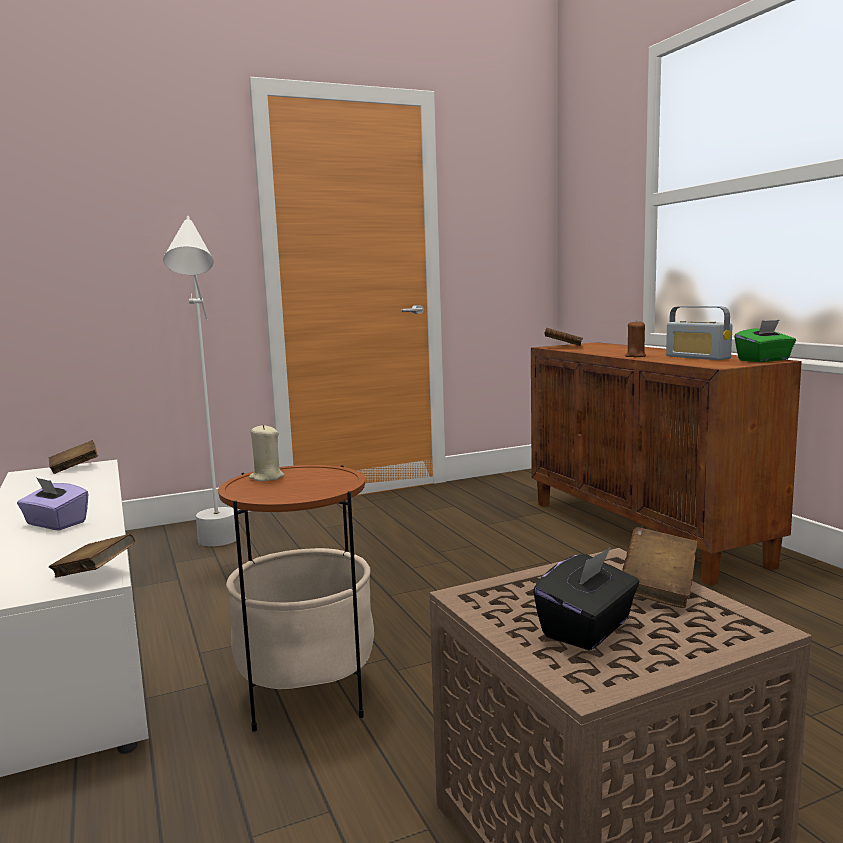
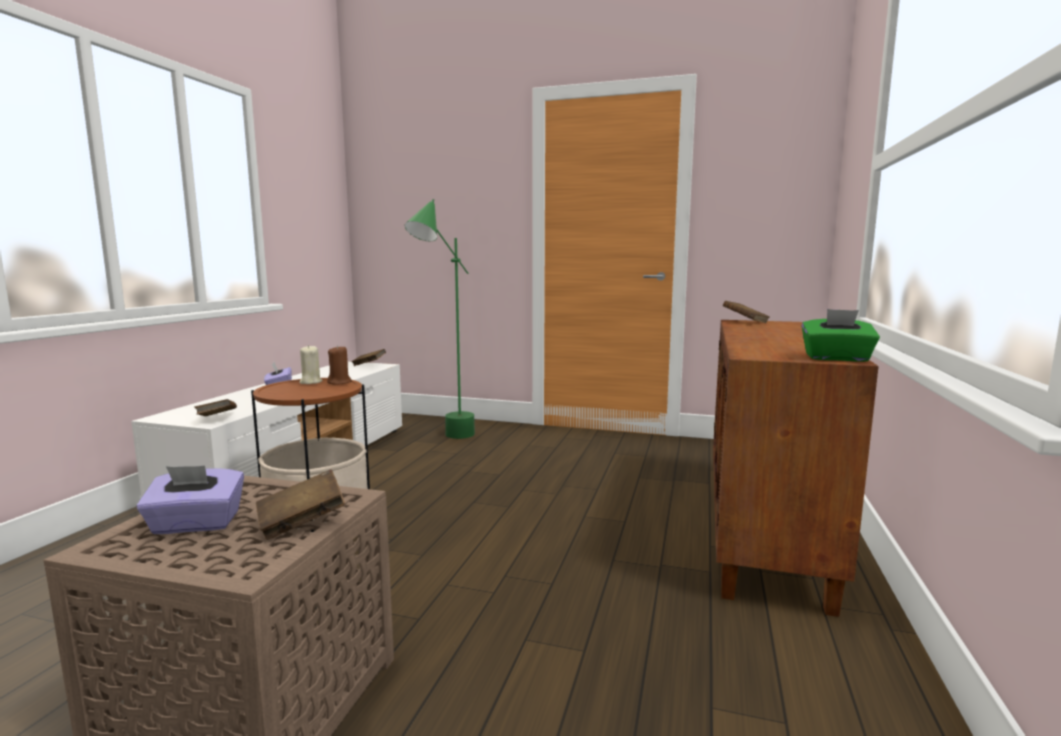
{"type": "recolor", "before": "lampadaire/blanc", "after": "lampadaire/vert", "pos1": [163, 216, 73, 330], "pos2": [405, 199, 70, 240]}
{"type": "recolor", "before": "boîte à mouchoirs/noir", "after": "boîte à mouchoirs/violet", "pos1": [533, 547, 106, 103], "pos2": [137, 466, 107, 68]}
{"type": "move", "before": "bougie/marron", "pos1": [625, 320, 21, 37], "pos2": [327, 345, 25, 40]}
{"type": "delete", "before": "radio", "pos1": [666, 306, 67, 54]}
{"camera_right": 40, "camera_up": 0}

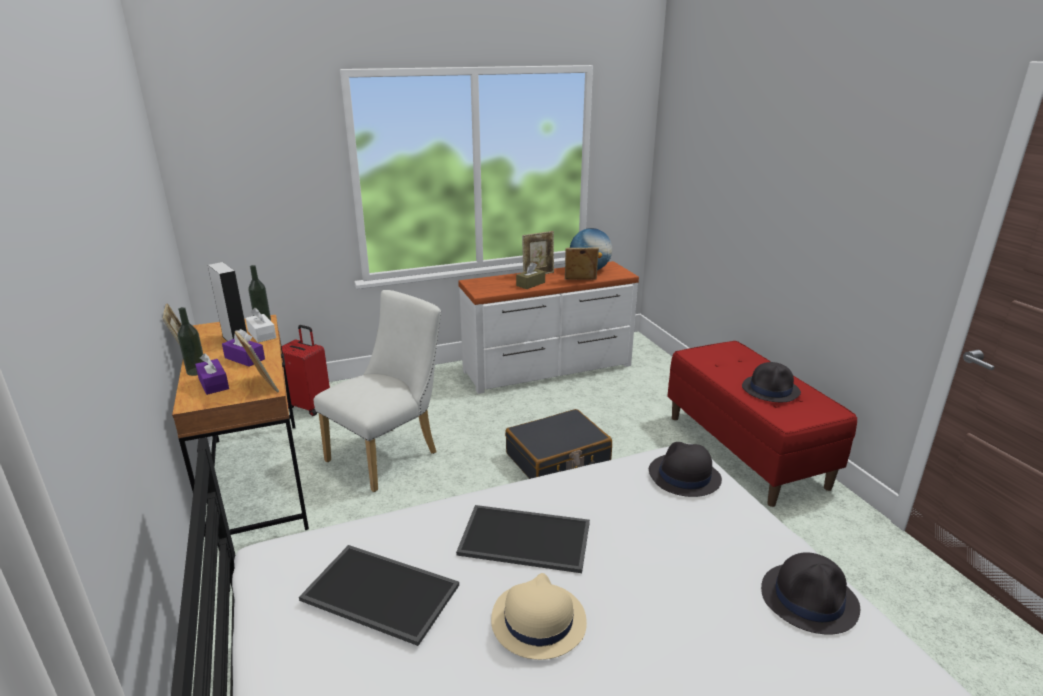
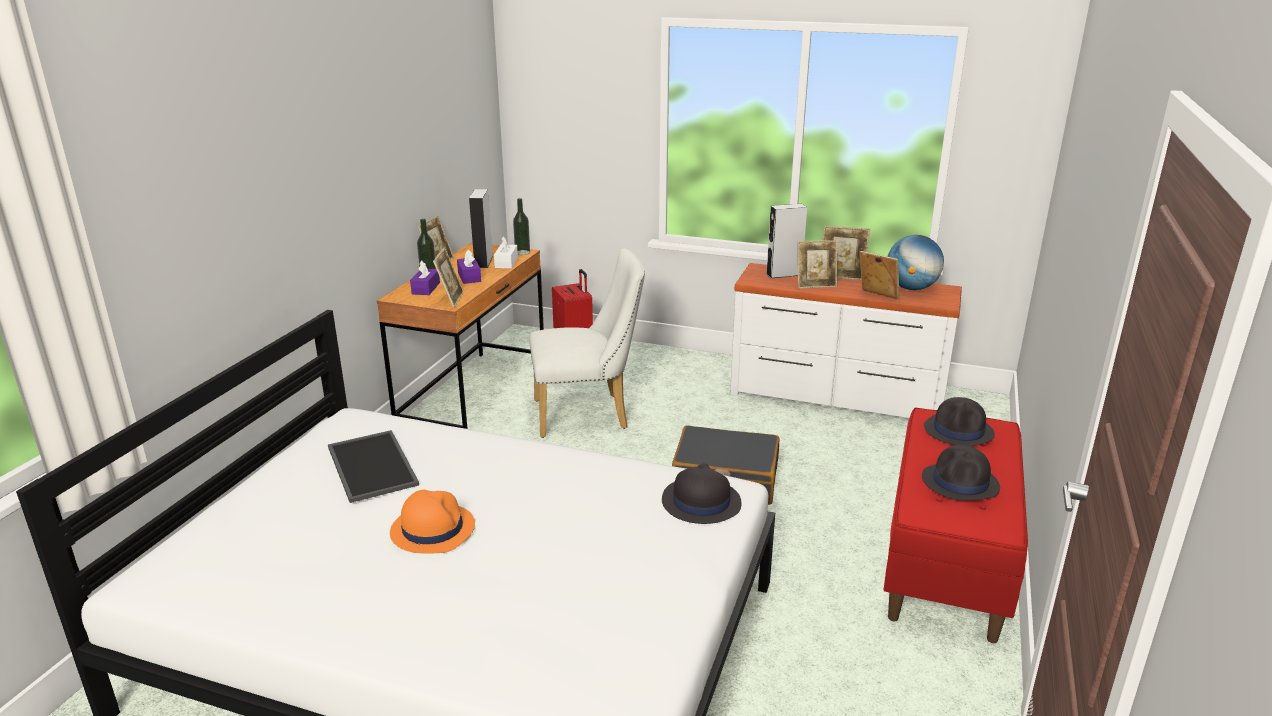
{"type": "delete", "before": "plateau", "pos1": [456, 505, 134, 68]}
{"type": "recolor", "before": "chapeau/beige", "after": "chapeau/orange", "pos1": [491, 573, 96, 87], "pos2": [390, 490, 85, 63]}
{"type": "replace", "before": "boîte à mouchoirs/marron", "after": "cadre photo", "pos1": [516, 262, 29, 27], "pos2": [798, 240, 39, 49]}
{"type": "move", "before": "chapeau/noir", "pos1": [761, 552, 99, 83], "pos2": [924, 397, 71, 50]}
{"type": "insert", "after": "enceinte/gris", "pos2": [766, 204, 41, 74]}
{"camera_right": 40, "camera_up": 0}

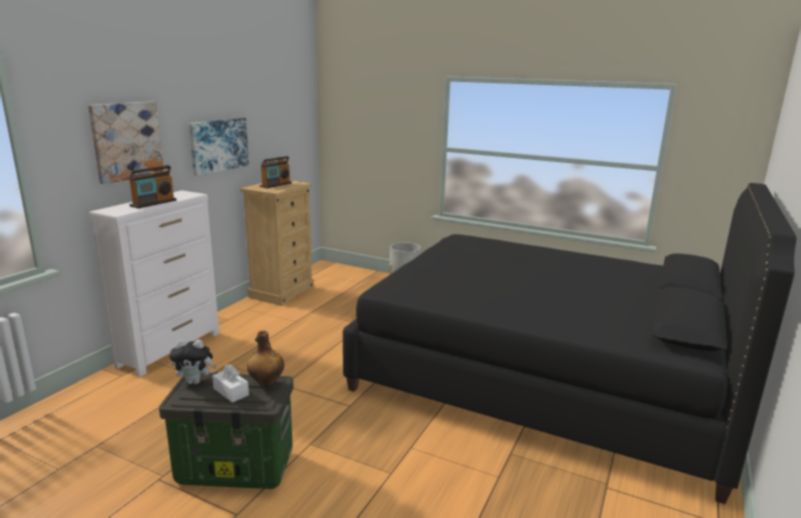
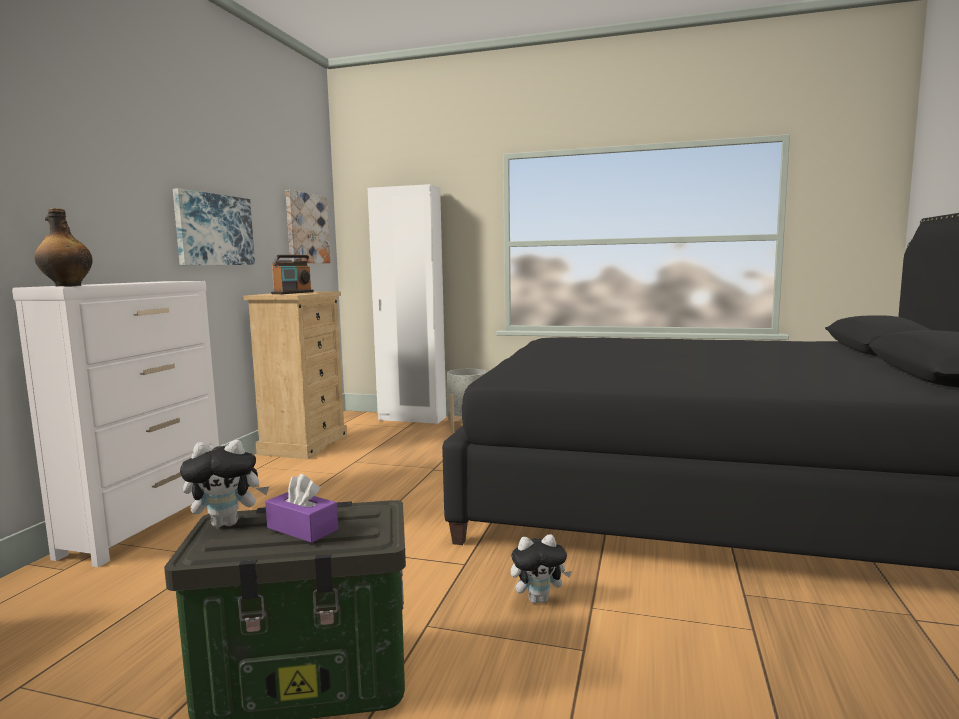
{"type": "move", "before": "tableau", "pos1": [88, 102, 76, 82], "pos2": [286, 190, 44, 73]}
{"type": "delete", "before": "radio", "pos1": [129, 165, 48, 43]}
{"type": "recolor", "before": "boîte à mouchoirs/blanc", "after": "boîte à mouchoirs/violet", "pos1": [212, 364, 37, 39], "pos2": [265, 474, 73, 69]}
{"type": "move", "before": "bouteille", "pos1": [247, 330, 37, 57], "pos2": [35, 208, 57, 78]}
{"type": "insert", "after": "armoire/blanc", "pos2": [368, 184, 78, 240]}
{"type": "insert", "after": "peluche", "pos2": [511, 534, 61, 70]}
{"camera_right": -10, "camera_up": -10}

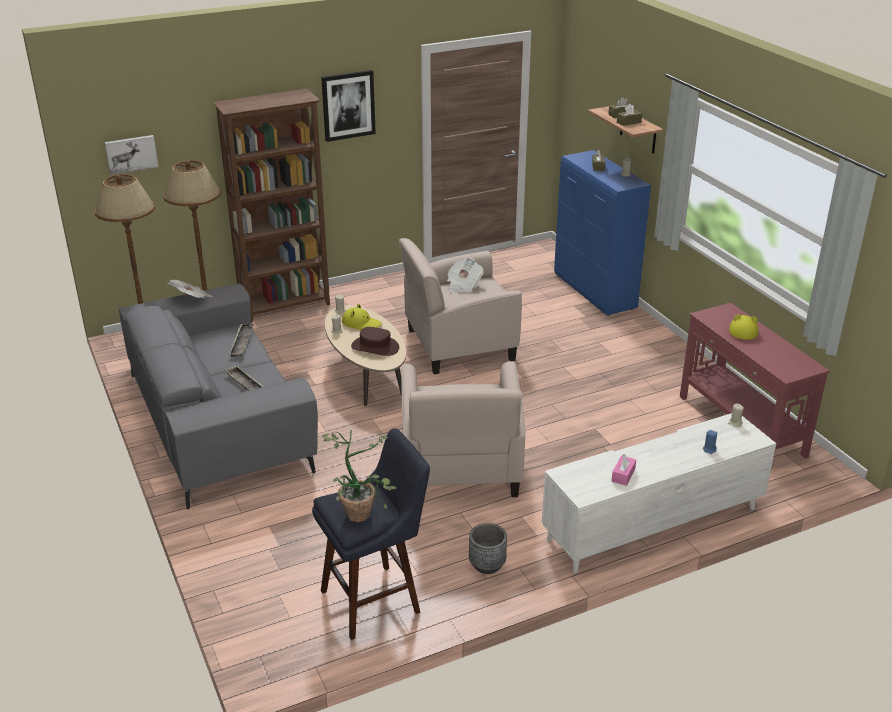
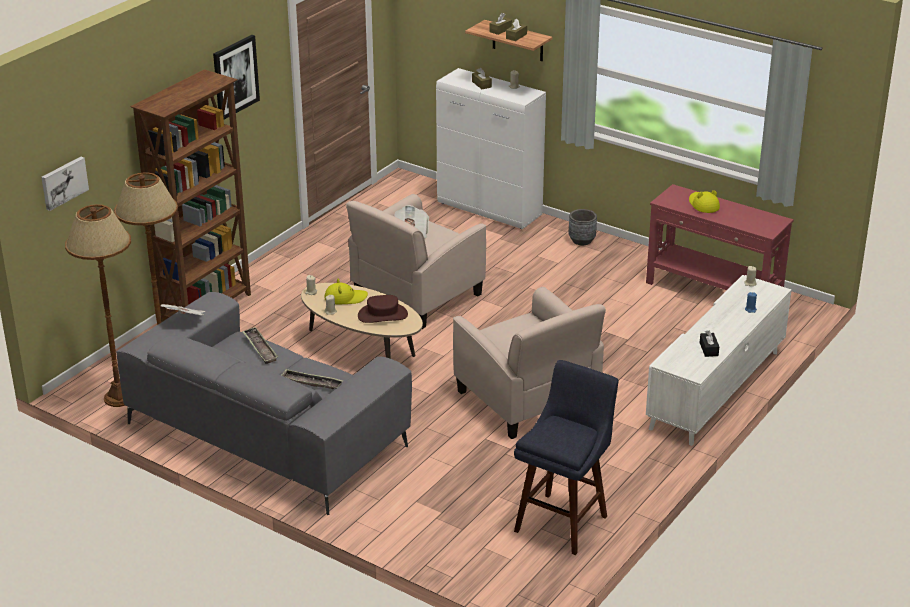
{"type": "delete", "before": "plante en pot", "pos1": [322, 430, 74, 92]}
{"type": "move", "before": "cache-pot/gris", "pos1": [469, 523, 38, 51], "pos2": [569, 209, 28, 36]}
{"type": "recolor", "before": "meuble de rangement/bleu", "after": "meuble de rangement/blanc", "pos1": [554, 150, 97, 166], "pos2": [436, 68, 110, 161]}
{"type": "recolor", "before": "boîte à mouchoirs/rose", "after": "boîte à mouchoirs/noir", "pos1": [611, 454, 25, 32], "pos2": [700, 331, 19, 26]}
{"camera_right": -30, "camera_up": 0}

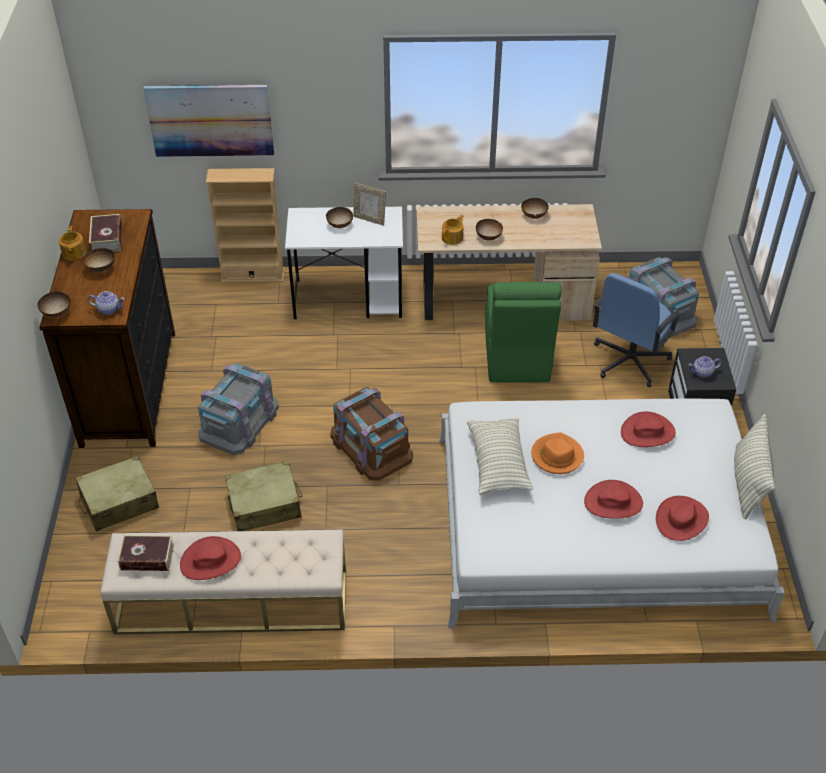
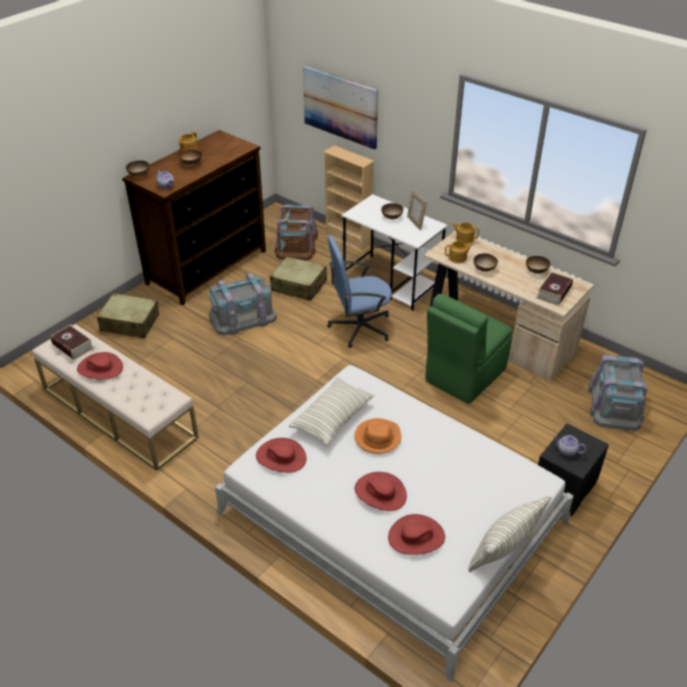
{"type": "move", "before": "livre", "pos1": [89, 214, 33, 38], "pos2": [536, 271, 37, 35]}
{"type": "move", "before": "valise/beige", "pos1": [225, 460, 78, 71], "pos2": [270, 257, 57, 44]}
{"type": "move", "before": "boîte de rangement/marron", "pos1": [330, 387, 83, 94], "pos2": [275, 205, 43, 56]}
{"type": "move", "before": "chaise de bureau/bleu", "pos1": [593, 273, 89, 114], "pos2": [327, 236, 65, 112]}
{"type": "move", "before": "chapeau/rouge", "pos1": [621, 412, 55, 35], "pos2": [256, 438, 50, 35]}
{"type": "insert", "after": "théière", "pos2": [452, 222, 27, 22]}
{"camera_right": 40, "camera_up": -5}

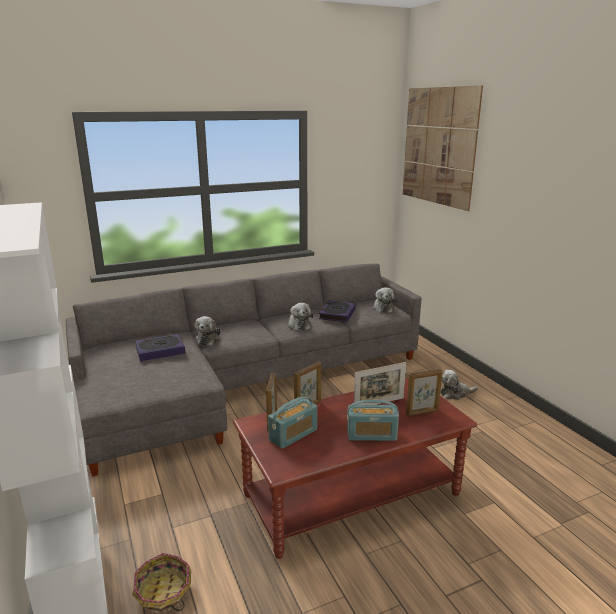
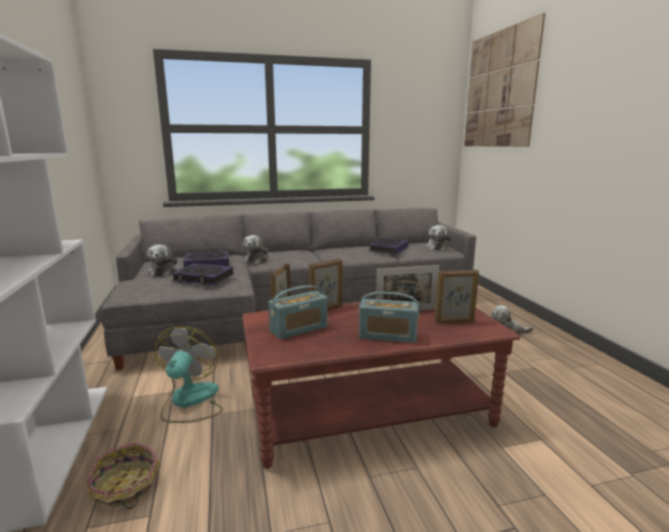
{"type": "move", "before": "peluche", "pos1": [288, 303, 25, 27], "pos2": [147, 245, 30, 31]}
{"type": "insert", "after": "ventilateur", "pos2": [155, 326, 68, 97]}
{"type": "insert", "after": "livre", "pos2": [171, 263, 63, 22]}
{"camera_right": 10, "camera_up": -5}

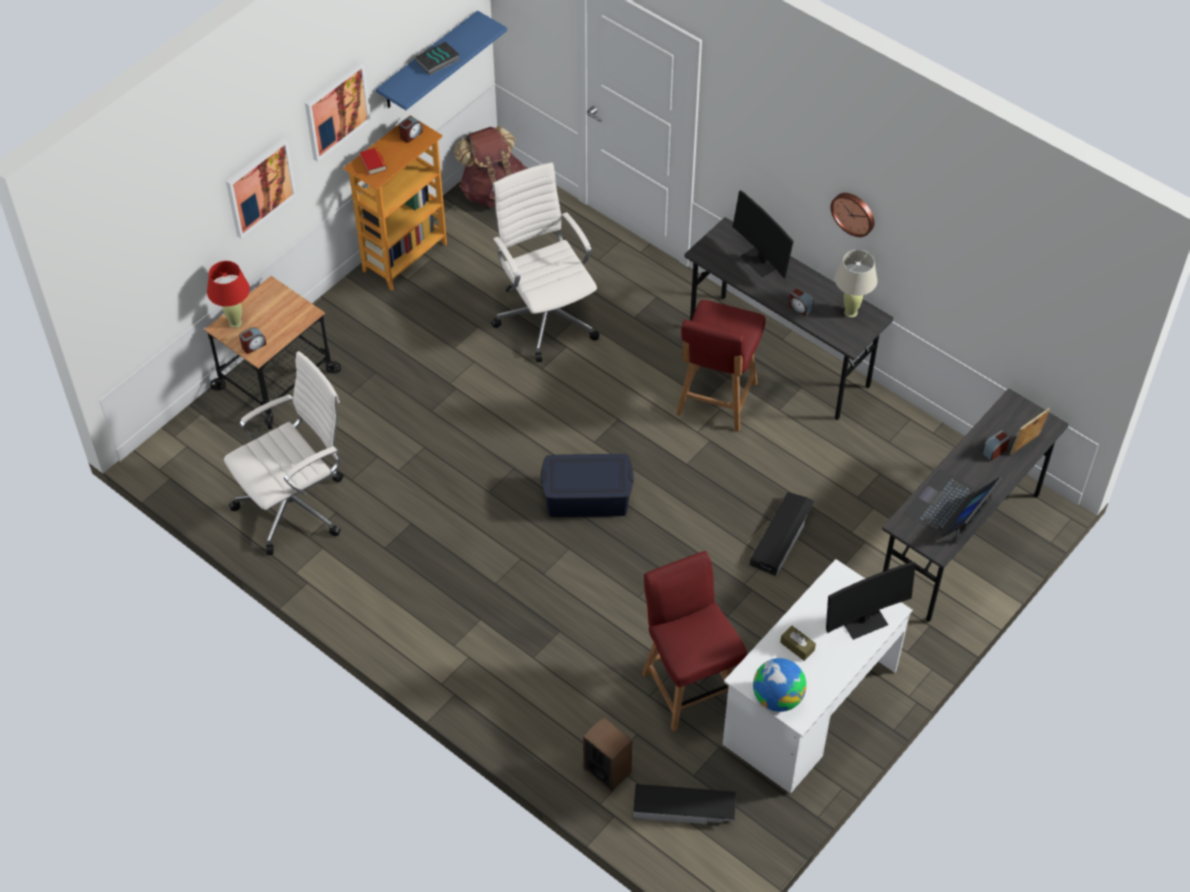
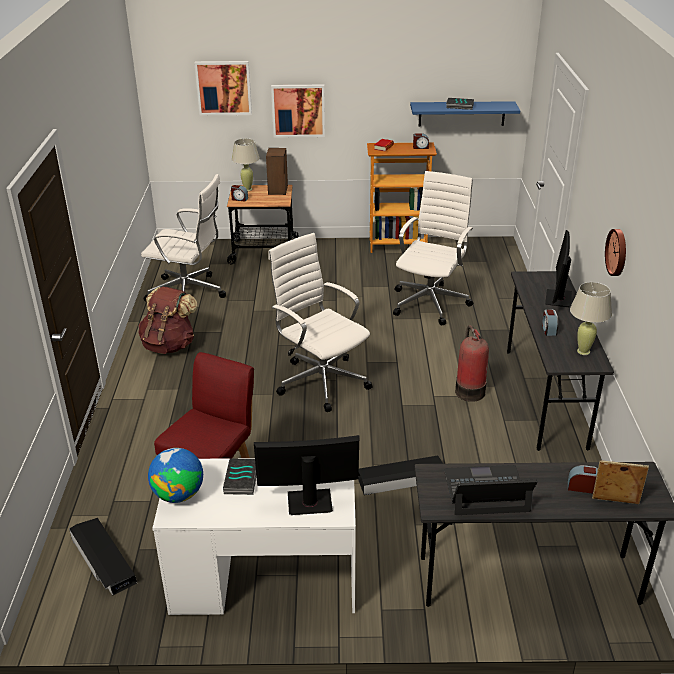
{"type": "recolor", "before": "lampe de table/rouge", "after": "lampe de table/beige", "pos1": [207, 261, 43, 67], "pos2": [232, 138, 28, 53]}
{"type": "move", "before": "tableau", "pos1": [305, 61, 66, 101], "pos2": [194, 61, 58, 54]}
{"type": "move", "before": "sac à dos/marron", "pos1": [454, 126, 72, 82], "pos2": [138, 287, 59, 67]}
{"type": "replace", "before": "boîte de rangement/bleu", "after": "chaise de bureau/blanc", "pos1": [541, 454, 93, 63], "pos2": [268, 233, 104, 179]}
{"type": "move", "before": "enceinte", "pos1": [583, 716, 49, 76], "pos2": [266, 148, 22, 47]}
{"type": "replace", "before": "chaise/rouge", "after": "extincteur", "pos1": [676, 300, 90, 132], "pos2": [455, 325, 34, 77]}
{"type": "replace", "before": "boîte à mouchoirs/marron", "after": "livre", "pos1": [780, 625, 36, 36], "pos2": [223, 459, 33, 36]}
{"type": "rotate", "before": "écran d'ordinateur", "pos1": [826, 562, 90, 78], "pos2": [254, 435, 105, 80], "turn": 150}
{"camera_right": 50, "camera_up": -20}

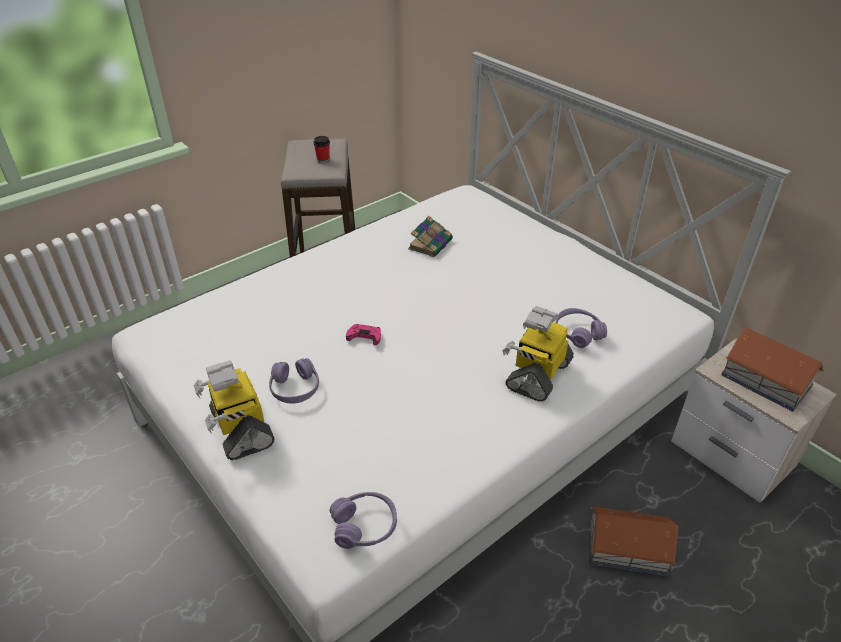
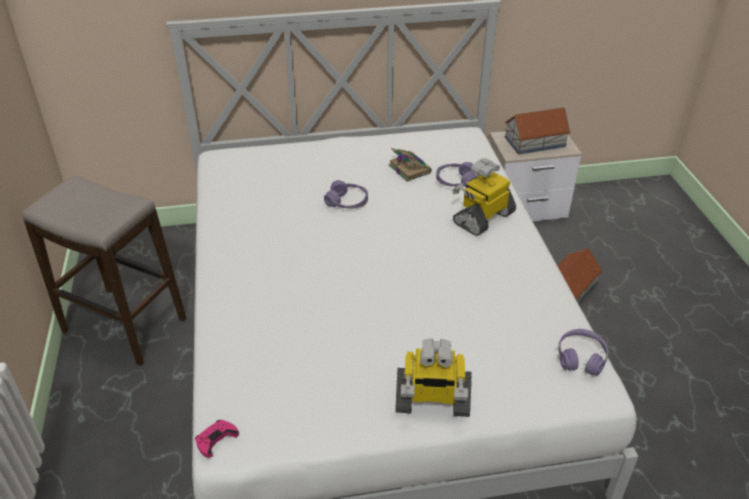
{"type": "move", "before": "casque audio/violet", "pos1": [269, 358, 50, 46], "pos2": [324, 180, 44, 29]}
{"type": "delete", "before": "tasse", "pos1": [313, 136, 17, 27]}
{"type": "move", "before": "manette/rose", "pos1": [346, 324, 35, 21], "pos2": [195, 420, 44, 38]}
{"type": "move", "before": "livre", "pos1": [408, 216, 45, 41], "pos2": [388, 148, 44, 34]}
{"type": "rotate", "before": "robot jouet", "pos1": [503, 306, 71, 96], "pos2": [452, 158, 64, 78], "turn": 75}
{"camera_right": -60, "camera_up": 0}

